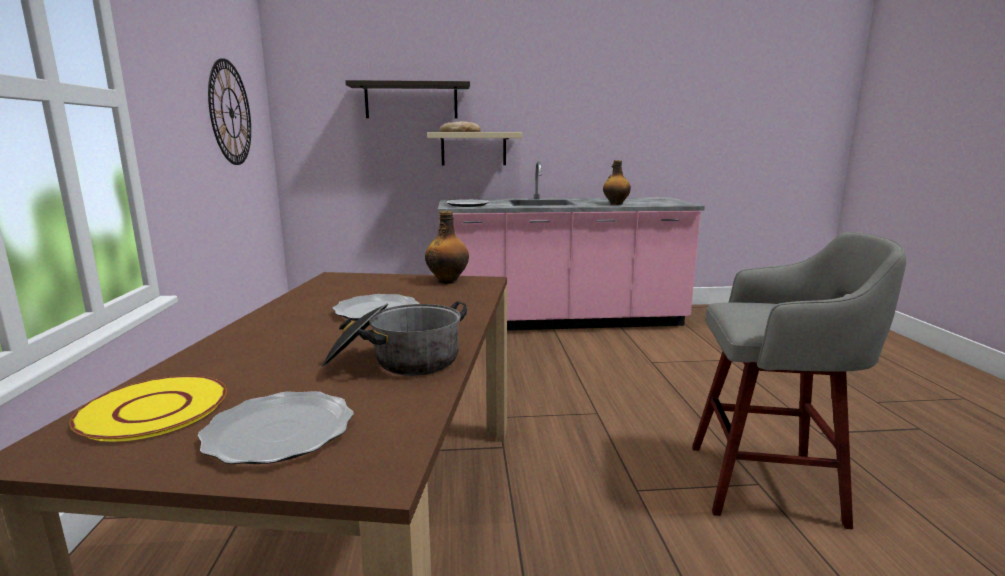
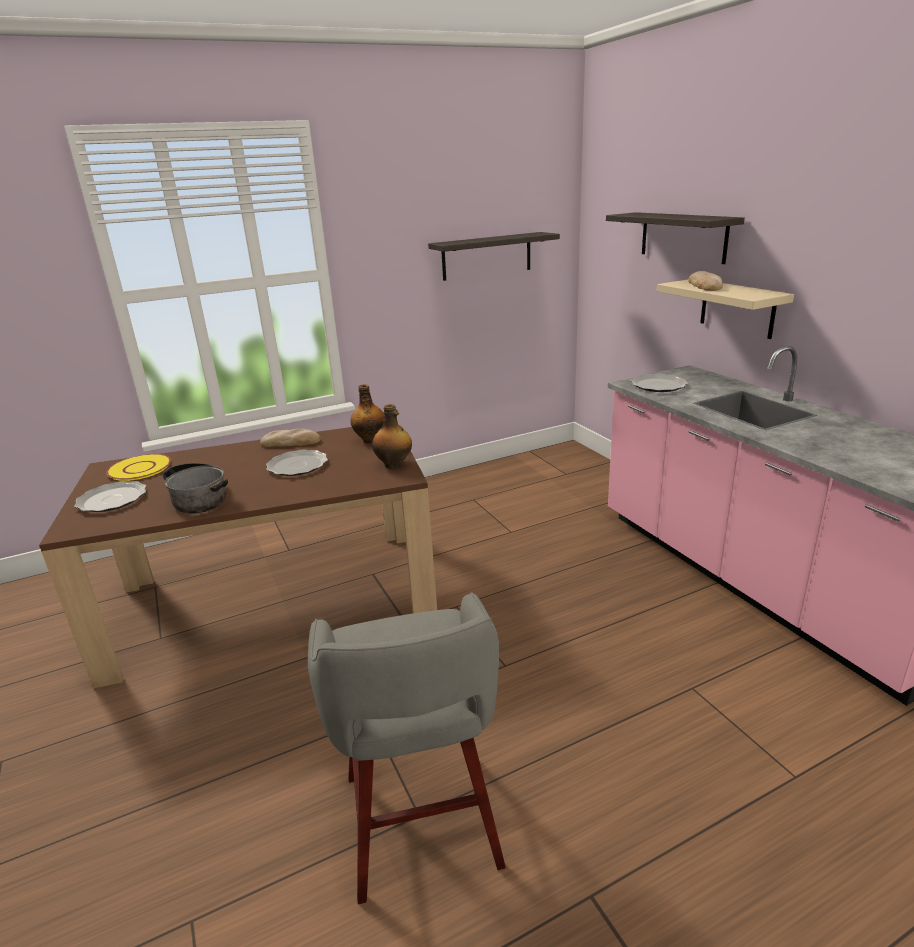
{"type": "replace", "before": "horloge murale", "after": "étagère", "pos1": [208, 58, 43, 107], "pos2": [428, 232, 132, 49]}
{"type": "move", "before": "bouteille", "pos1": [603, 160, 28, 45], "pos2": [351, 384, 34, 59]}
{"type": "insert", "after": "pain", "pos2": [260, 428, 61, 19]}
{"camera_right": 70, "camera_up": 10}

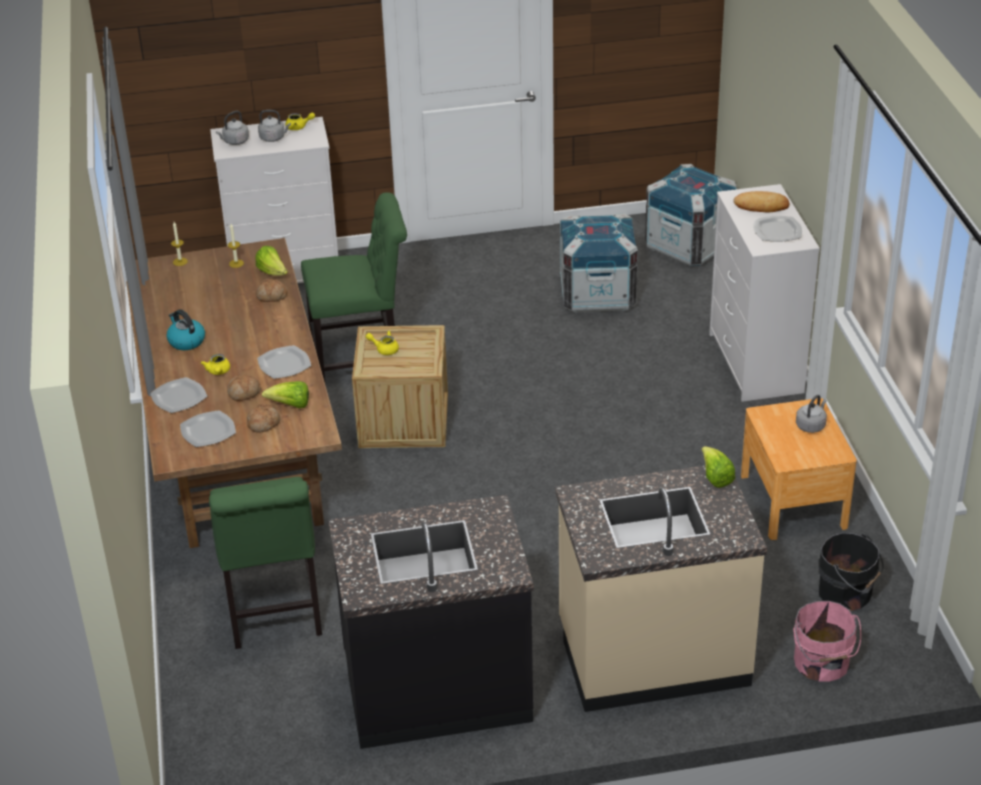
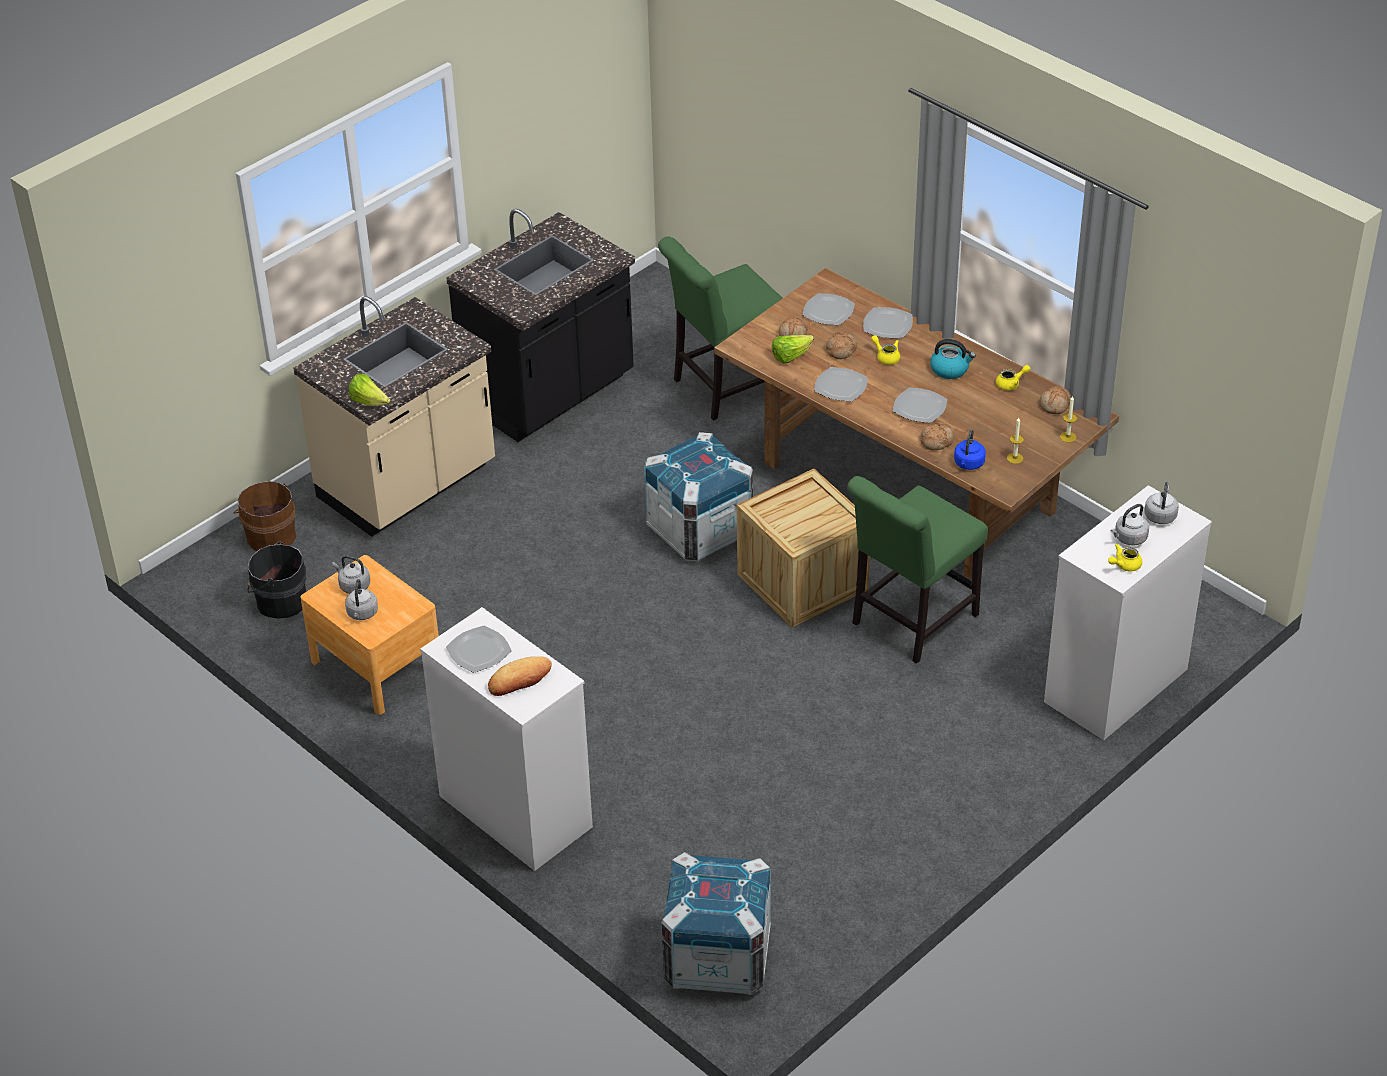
{"type": "rotate", "before": "chaise/vert", "pos1": [209, 477, 113, 172], "pos2": [658, 236, 125, 185], "turn": -75}
{"type": "replace", "before": "laitue", "after": "bouilloire/bleu", "pos1": [255, 246, 33, 30], "pos2": [954, 429, 32, 41]}
{"type": "move", "before": "théière/jaune", "pos1": [366, 331, 33, 24], "pos2": [996, 365, 35, 25]}
{"type": "move", "before": "caisse", "pos1": [560, 213, 78, 100], "pos2": [644, 432, 109, 129]}
{"type": "recolor", "before": "seau/rose", "after": "seau/marron", "pos1": [793, 601, 68, 80], "pos2": [234, 481, 62, 70]}
{"type": "insert", "after": "bouilloire/gris", "pos2": [332, 555, 38, 39]}
{"type": "insert", "after": "assiette", "pos2": [893, 387, 54, 36]}
{"type": "insert", "after": "pain", "pos2": [1040, 386, 31, 28]}
{"camera_right": 145, "camera_up": 5}

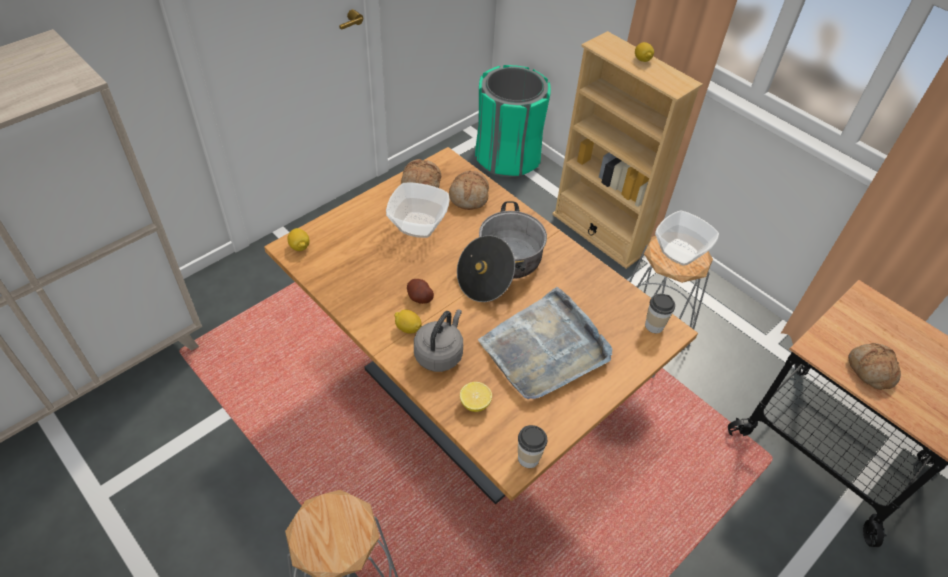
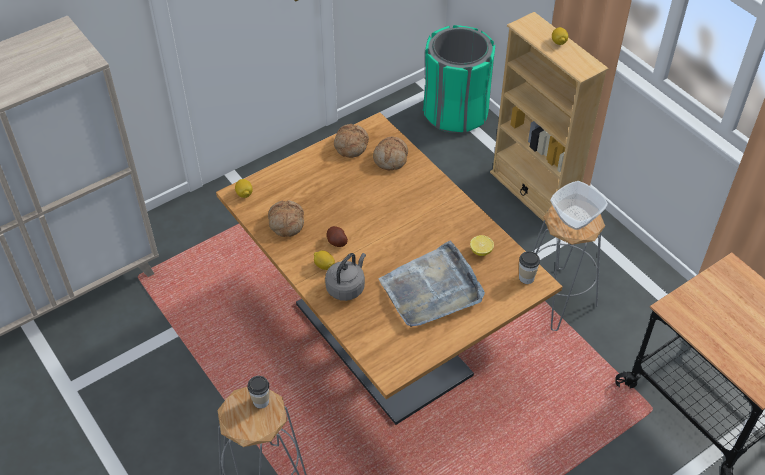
{"type": "delete", "before": "bol", "pos1": [386, 182, 64, 56]}
{"type": "delete", "before": "marmite", "pos1": [457, 201, 90, 101]}
{"type": "move", "before": "citron", "pos1": [460, 382, 32, 30], "pos2": [470, 235, 24, 21]}
{"type": "move", "before": "tasse", "pos1": [518, 425, 29, 43], "pos2": [247, 376, 22, 33]}
{"type": "move", "before": "pain", "pos1": [848, 343, 53, 47], "pos2": [268, 200, 36, 37]}
{"camera_right": 10, "camera_up": 0}

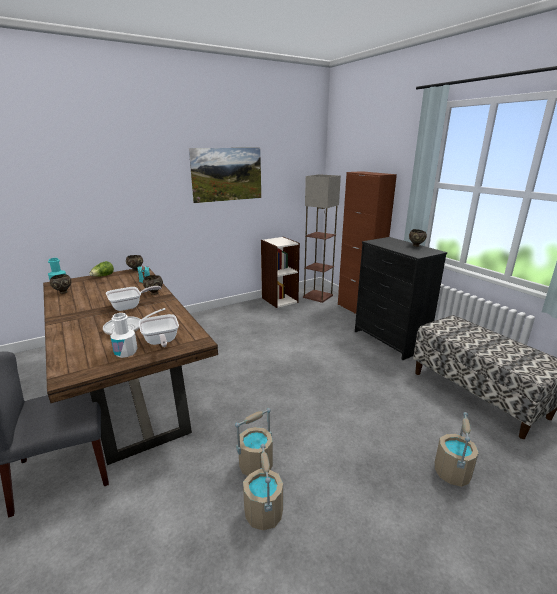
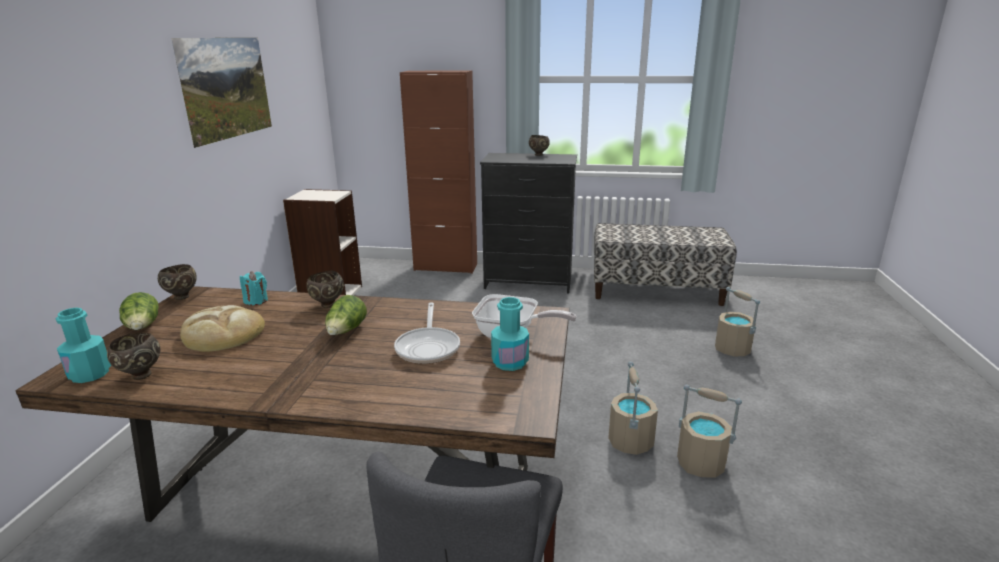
{"type": "replace", "before": "poêle", "after": "laitue", "pos1": [106, 286, 55, 25], "pos2": [325, 295, 42, 40]}
{"type": "recolor", "before": "bouteille/blanc", "after": "bouteille/turquoise", "pos1": [110, 313, 28, 45], "pos2": [491, 297, 38, 74]}
{"type": "delete", "before": "lampadaire", "pos1": [303, 174, 38, 129]}
{"type": "insert", "after": "pain", "pos2": [180, 305, 85, 47]}
{"camera_right": -50, "camera_up": 0}

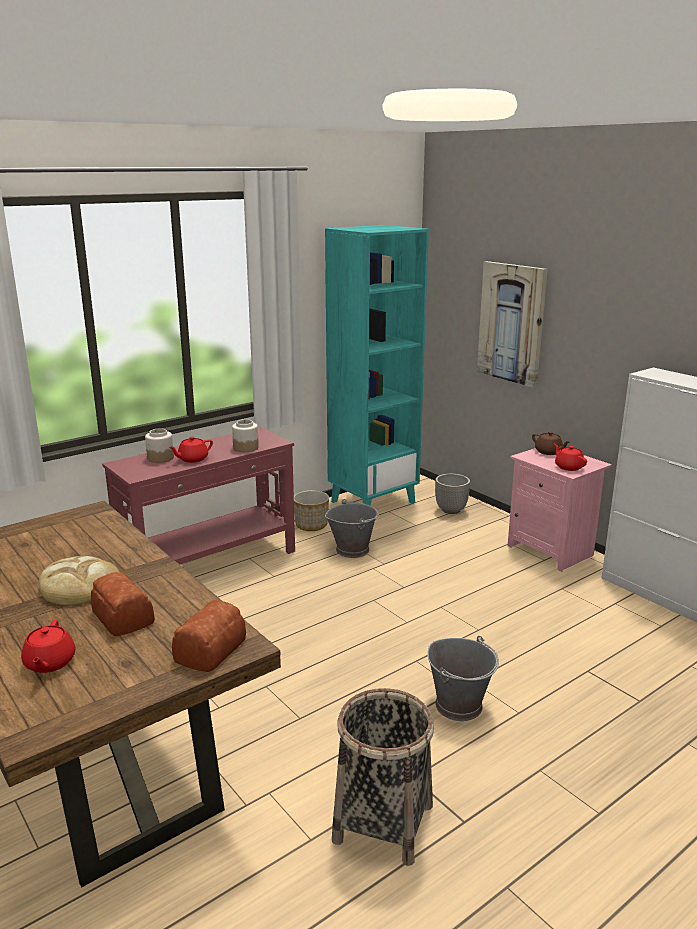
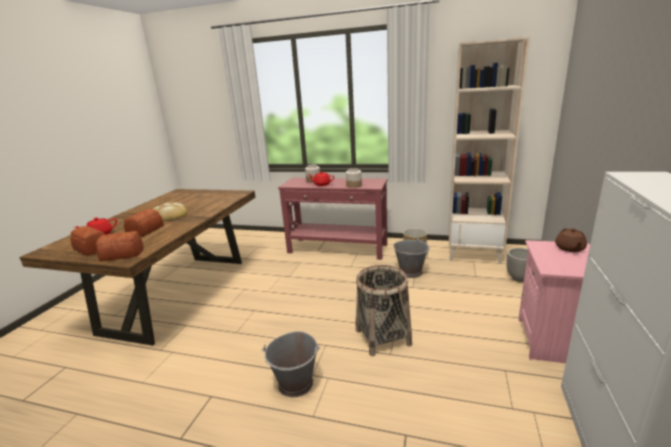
{"type": "recolor", "before": "bibliothèque/turquoise", "after": "bibliothèque/beige", "pos1": [325, 225, 104, 281], "pos2": [449, 36, 81, 228]}
{"type": "move", "before": "panier", "pos1": [332, 688, 102, 178], "pos2": [356, 265, 56, 91]}
{"type": "delete", "before": "tableau", "pos1": [477, 261, 71, 127]}
{"type": "delete", "before": "théière/rouge", "pos1": [554, 444, 33, 27]}
{"type": "insert", "after": "pain", "pos2": [70, 226, 35, 30]}
{"camera_right": 55, "camera_up": 0}

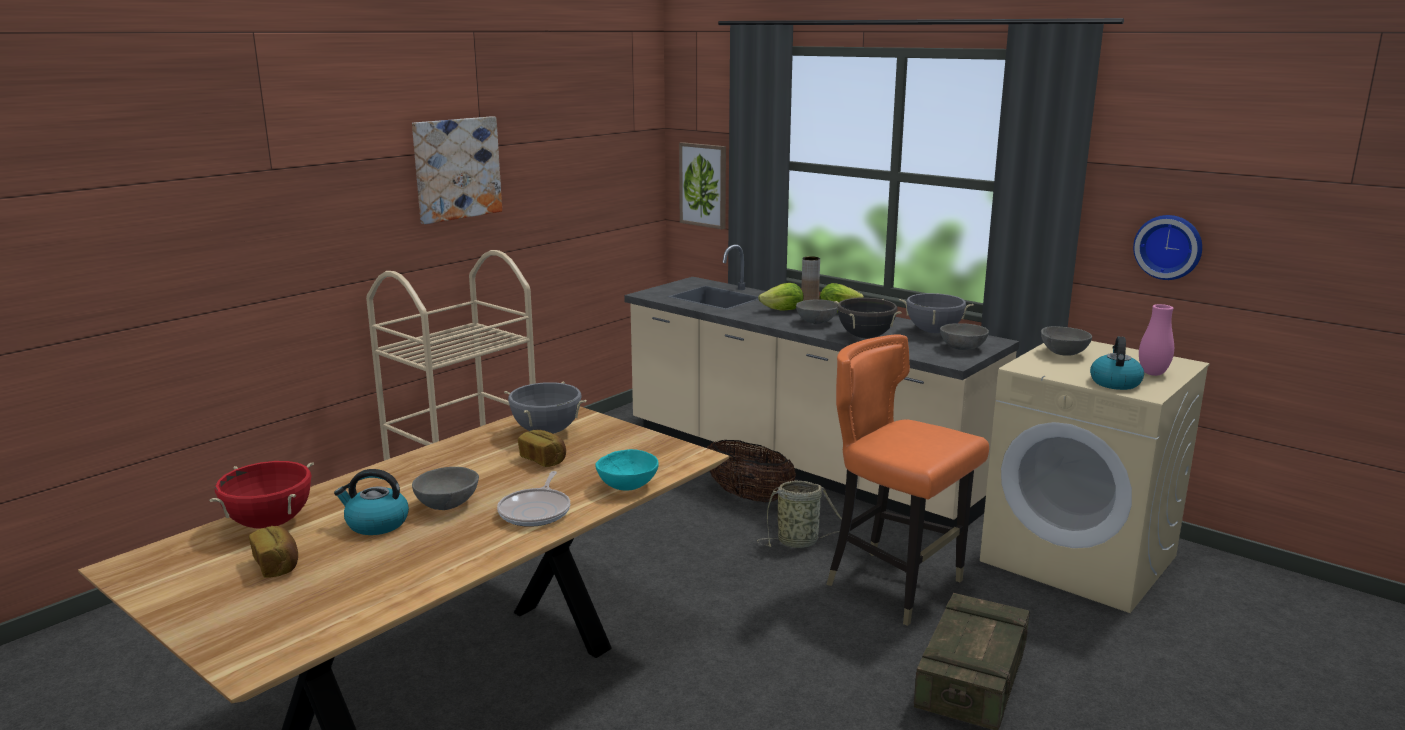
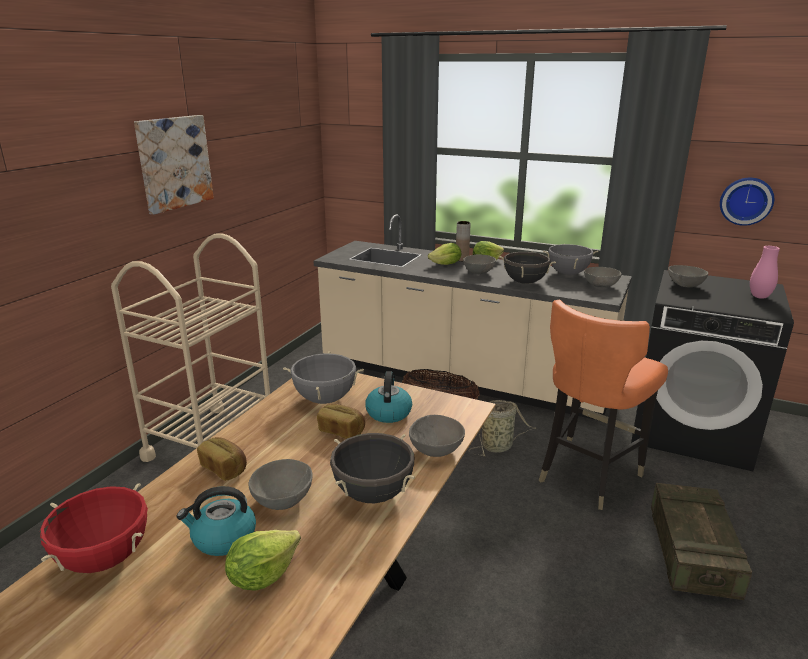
{"type": "move", "before": "pain", "pos1": [249, 526, 49, 52], "pos2": [197, 437, 50, 44]}
{"type": "replace", "before": "poêle", "after": "marmite/noir", "pos1": [497, 471, 73, 56], "pos2": [330, 433, 85, 70]}
{"type": "recolor", "before": "bol/turquoise", "after": "bol/gris", "pos1": [595, 449, 64, 41], "pos2": [409, 415, 56, 42]}
{"type": "delete", "before": "tableau", "pos1": [679, 142, 47, 87]}
{"type": "rotate", "before": "chaise/orange", "pos1": [826, 334, 163, 292], "pos2": [539, 300, 129, 210], "turn": -75}
{"type": "recolor", "before": "lave-linge/beige", "after": "lave-linge/noir", "pos1": [980, 341, 230, 272], "pos2": [631, 270, 163, 201]}
{"type": "move", "before": "bouilloire", "pos1": [1090, 337, 54, 53], "pos2": [365, 371, 47, 52]}
{"type": "insert", "after": "laitue", "pos2": [225, 530, 76, 61]}
{"camera_right": -15, "camera_up": 5}

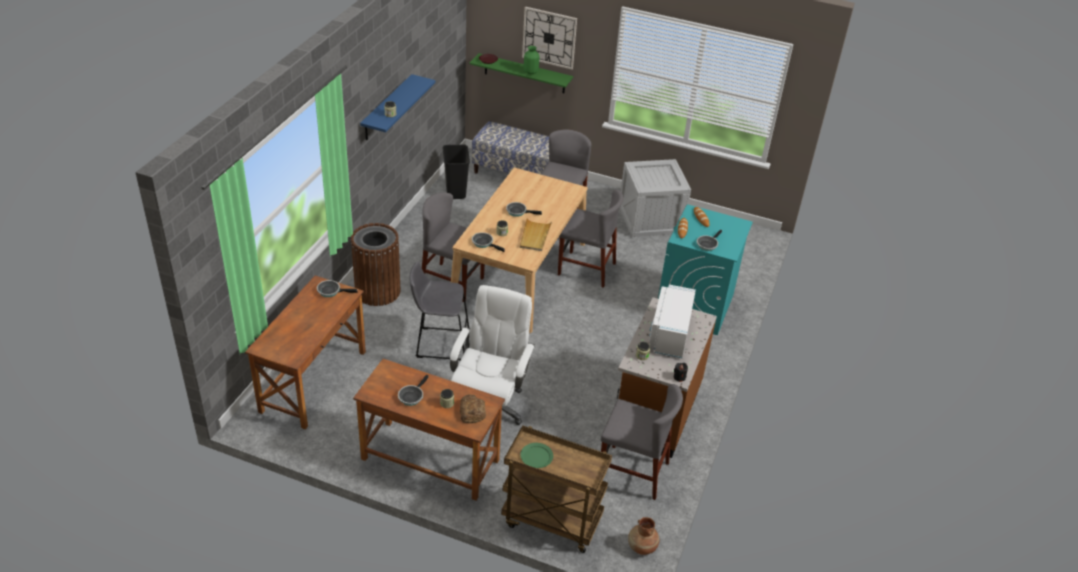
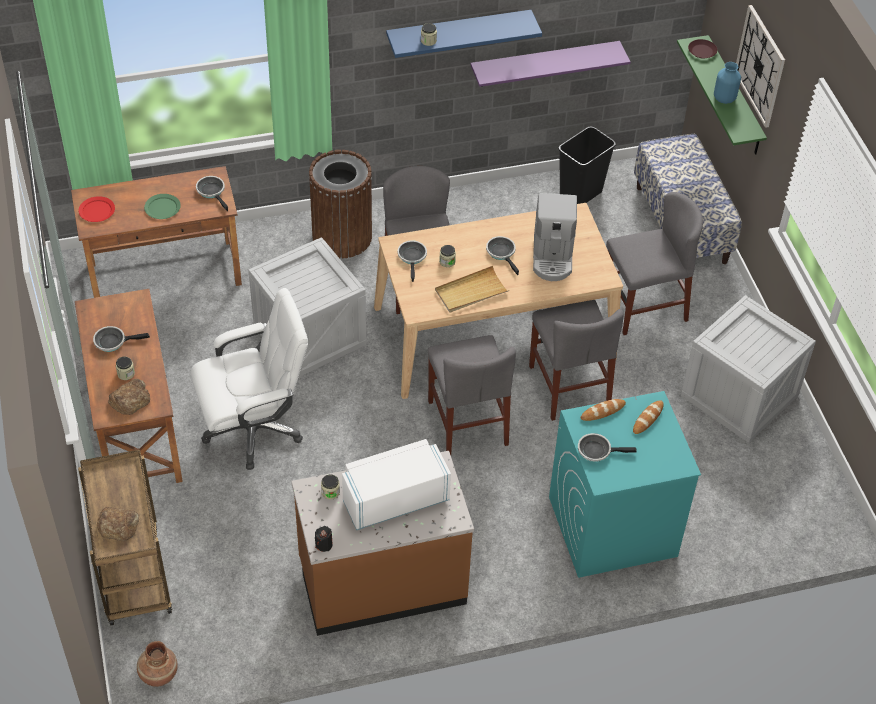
{"type": "replace", "before": "tabouret/gris", "after": "caisse", "pos1": [409, 262, 60, 99], "pos2": [248, 237, 118, 140]}
{"type": "move", "before": "assiette/vert", "pos1": [520, 443, 33, 25], "pos2": [144, 194, 37, 25]}
{"type": "recolor", "before": "vase/vert", "after": "vase/bleu", "pos1": [524, 46, 15, 28], "pos2": [714, 62, 27, 42]}
{"type": "move", "before": "chaise/gris", "pos1": [601, 384, 82, 116], "pos2": [428, 335, 88, 120]}
{"type": "insert", "after": "assiette/rouge", "pos2": [79, 196, 36, 26]}
{"type": "insert", "after": "pain", "pos2": [97, 507, 42, 34]}
{"type": "insert", "after": "étagère/violet", "pos2": [470, 41, 161, 46]}
{"type": "insert", "after": "machine à café", "pos2": [533, 193, 44, 88]}
{"camera_right": 55, "camera_up": 10}

